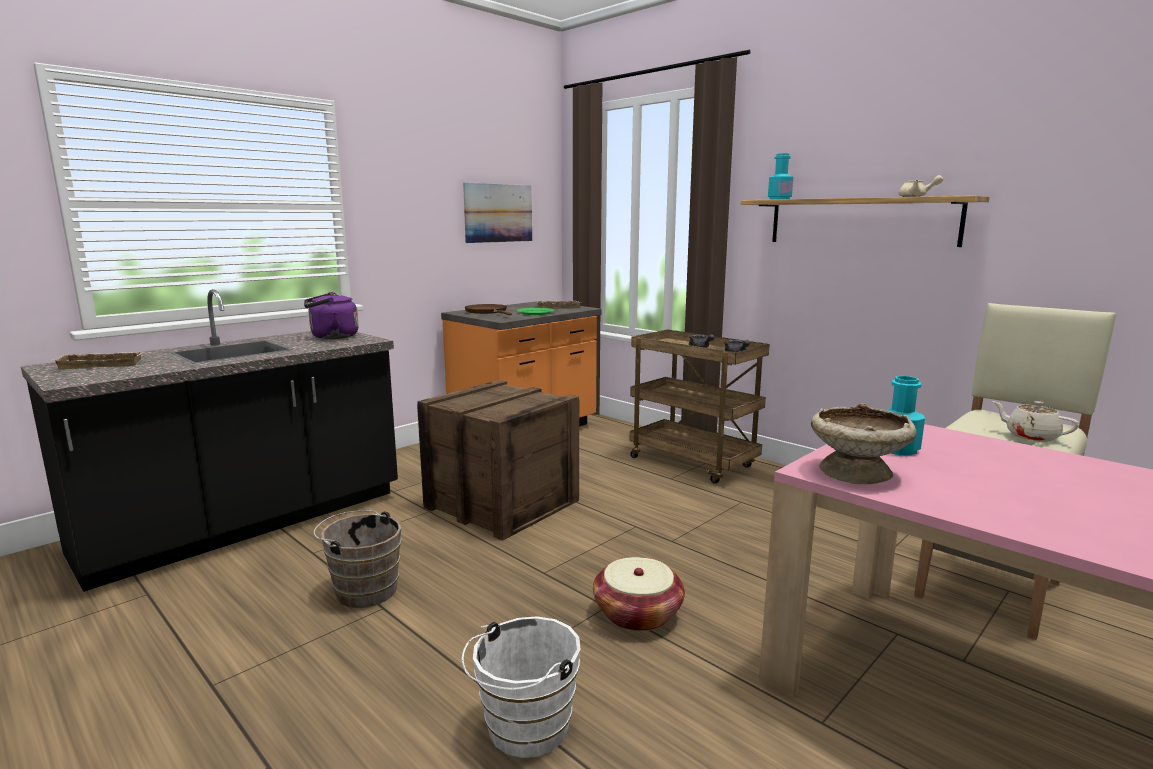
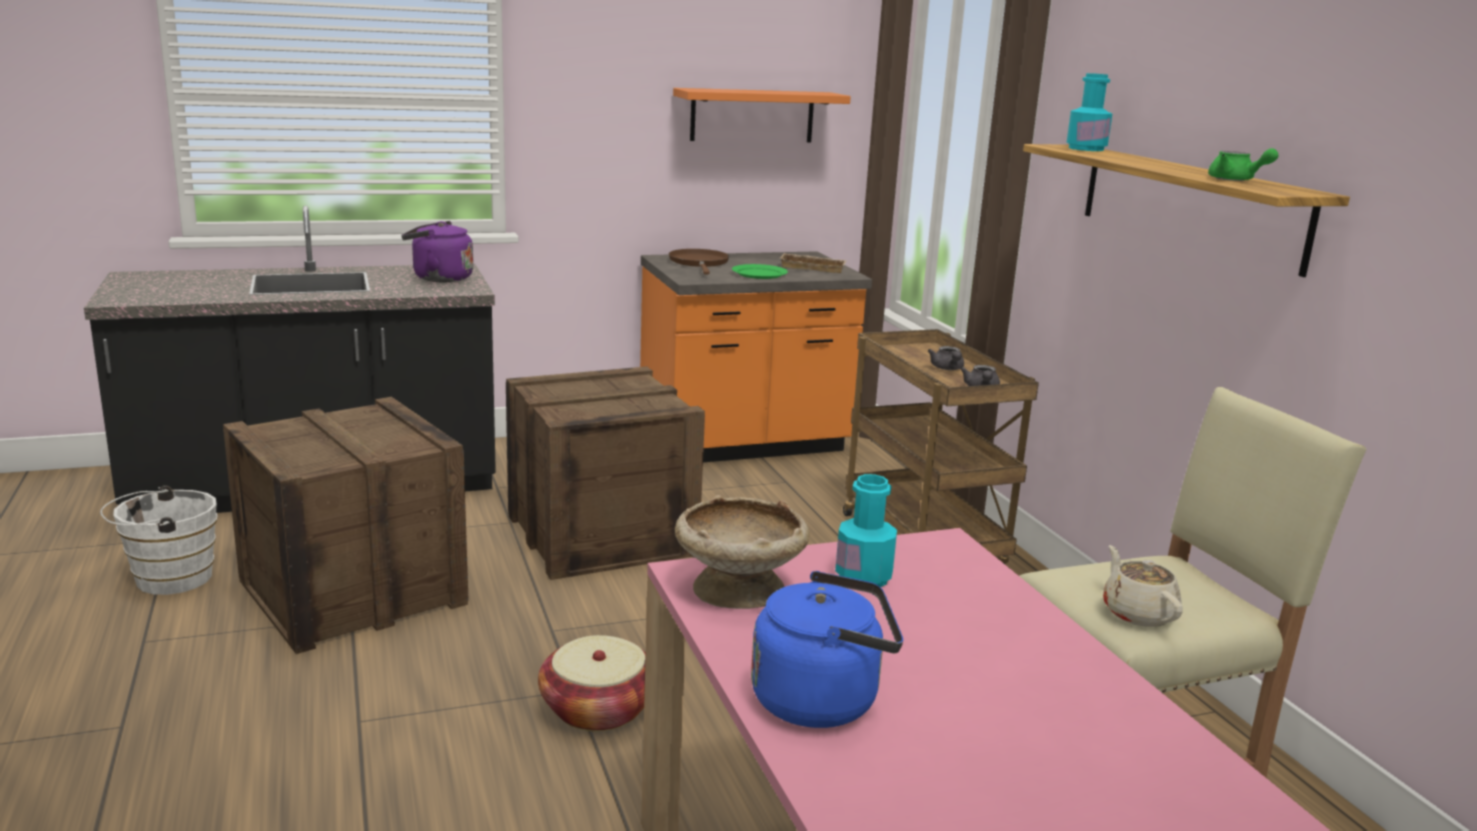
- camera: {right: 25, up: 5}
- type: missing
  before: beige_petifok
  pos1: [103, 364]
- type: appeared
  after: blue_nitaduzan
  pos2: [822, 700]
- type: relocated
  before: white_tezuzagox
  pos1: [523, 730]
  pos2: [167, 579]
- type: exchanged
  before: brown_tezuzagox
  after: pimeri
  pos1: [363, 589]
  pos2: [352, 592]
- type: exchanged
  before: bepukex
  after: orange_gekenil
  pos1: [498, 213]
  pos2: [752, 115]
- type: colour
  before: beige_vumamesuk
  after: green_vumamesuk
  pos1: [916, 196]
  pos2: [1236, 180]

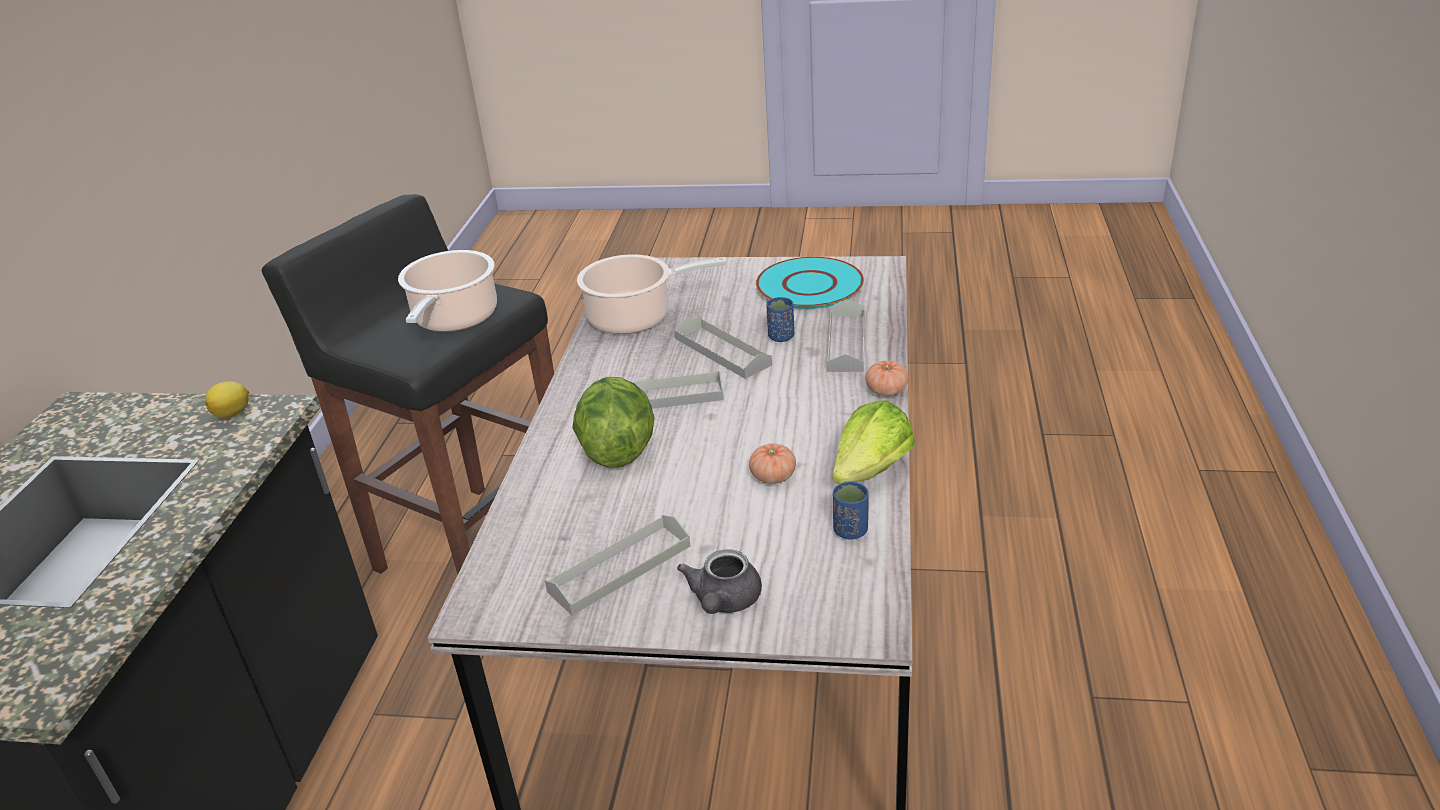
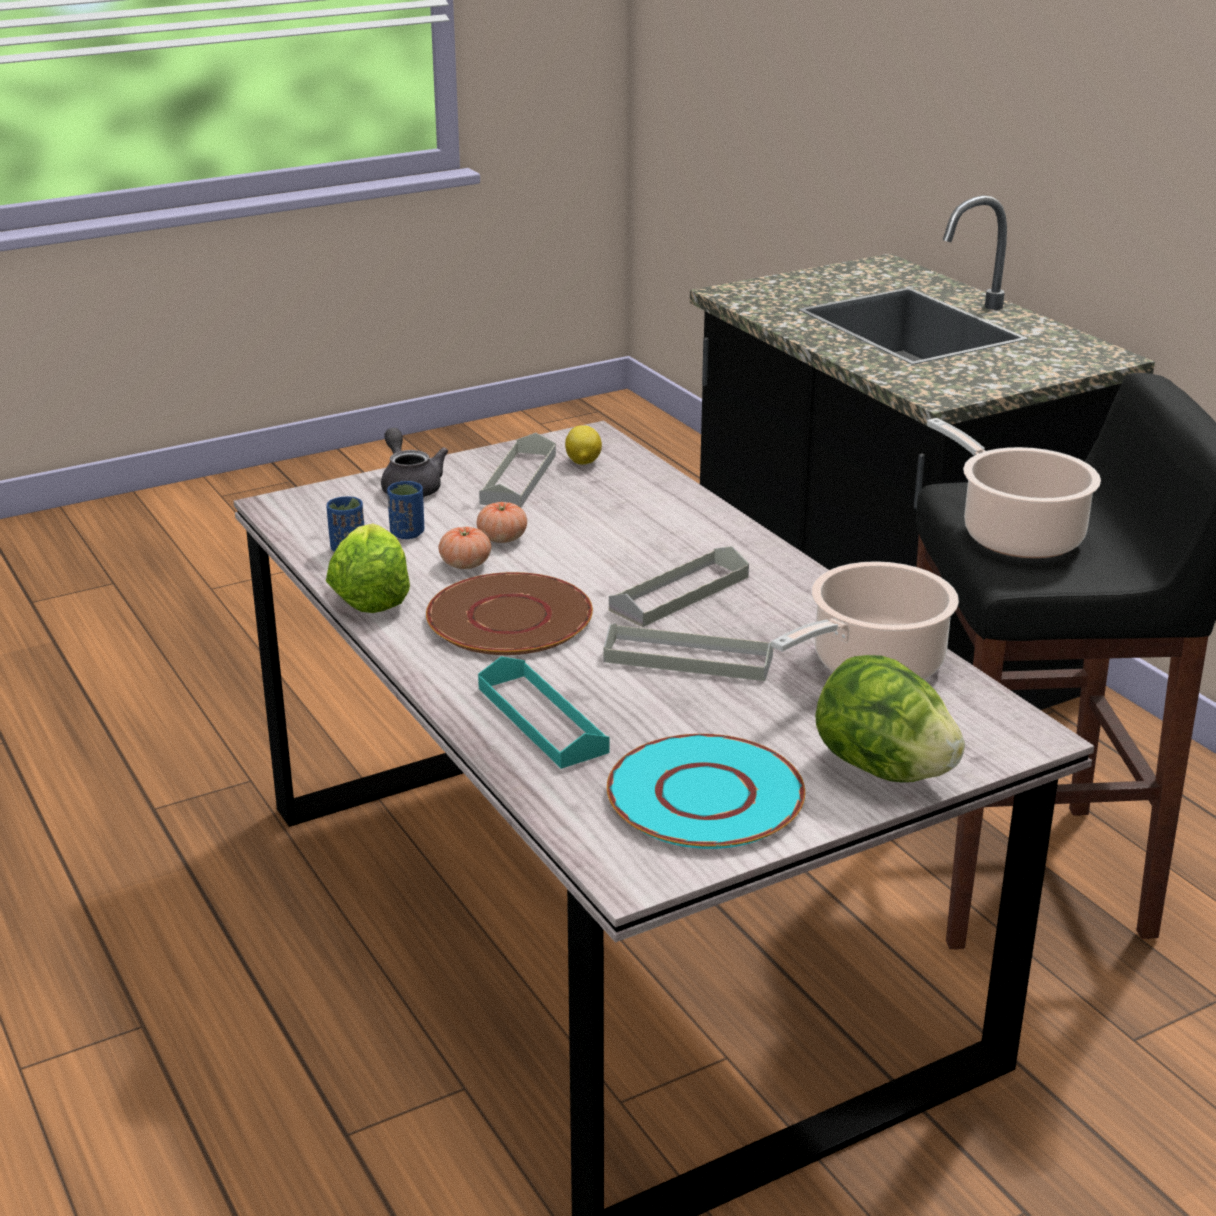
- camera: {right: 140, up: -5}
- type: appeared
  after: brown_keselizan
  pos2: [510, 617]
- type: relocated
  before: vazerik
  pos1: [233, 413]
  pos2: [582, 462]
- type: relocated
  before: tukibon
  pos1: [617, 450]
  pos2: [883, 769]
- type: relocated
  before: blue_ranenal
  pos1: [781, 337]
  pos2: [407, 533]
- type: relocated
  before: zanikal
  pos1: [886, 391]
  pos2: [502, 538]
- type: colour
  before: grey_petifok
  after: turquoise_petifok
  pos1: [846, 342]
  pos2: [542, 719]

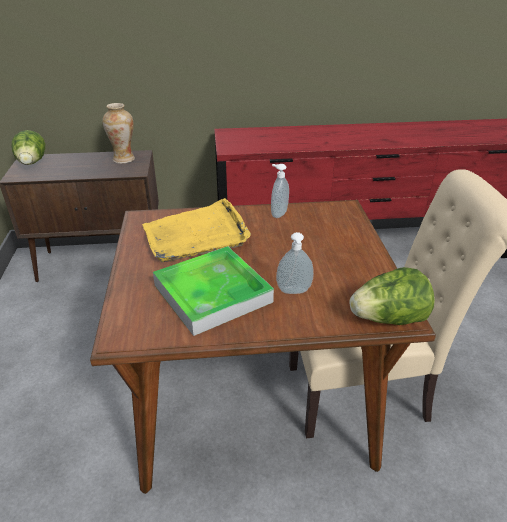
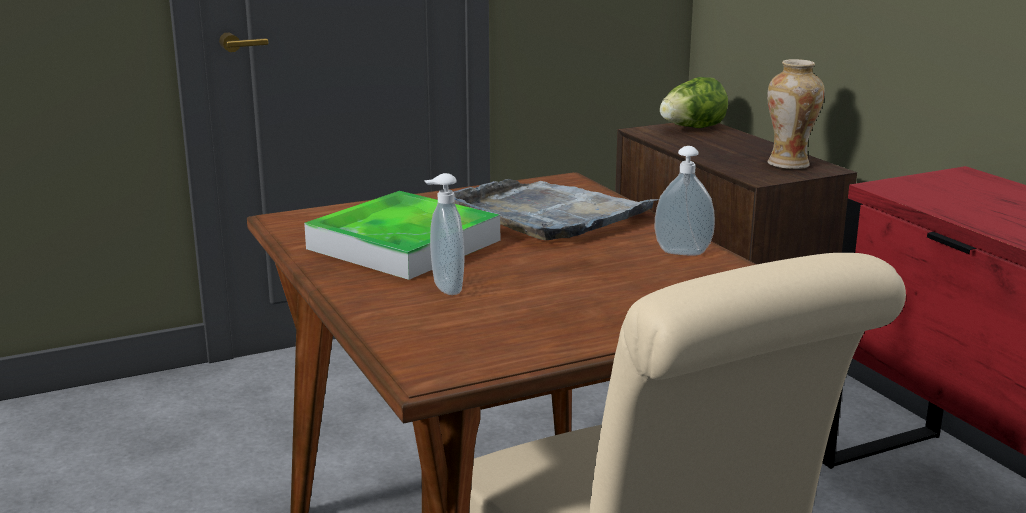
- camera: {right: 70, up: -15}
- type: missing
  before: tukibon
  pos1: [388, 319]
- type: colour
  before: yellow_petifok
  after: grey_petifok
  pos1: [196, 235]
  pos2: [549, 214]

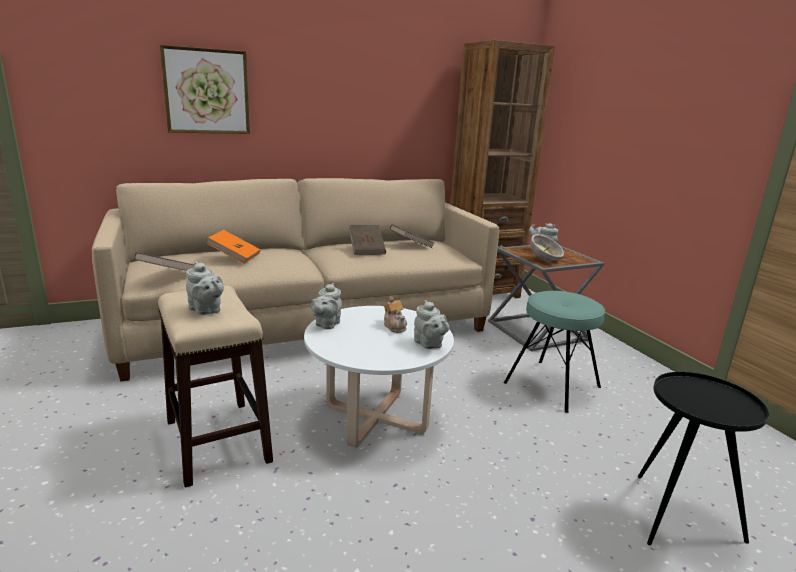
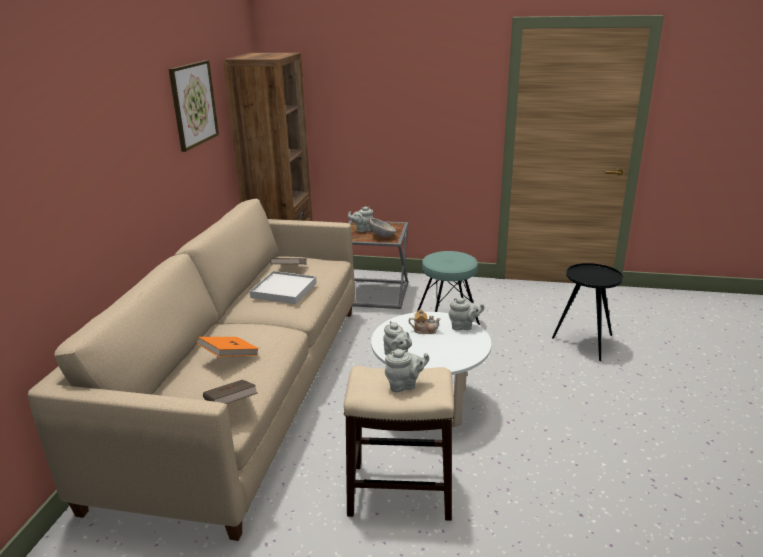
- camera: {right: -55, up: 5}
- type: relocated
  before: bepukex
  pos1: [206, 91]
  pos2: [193, 104]
- type: exchanged
  before: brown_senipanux
  after: white_petifok
  pos1: [366, 249]
  pos2: [284, 290]

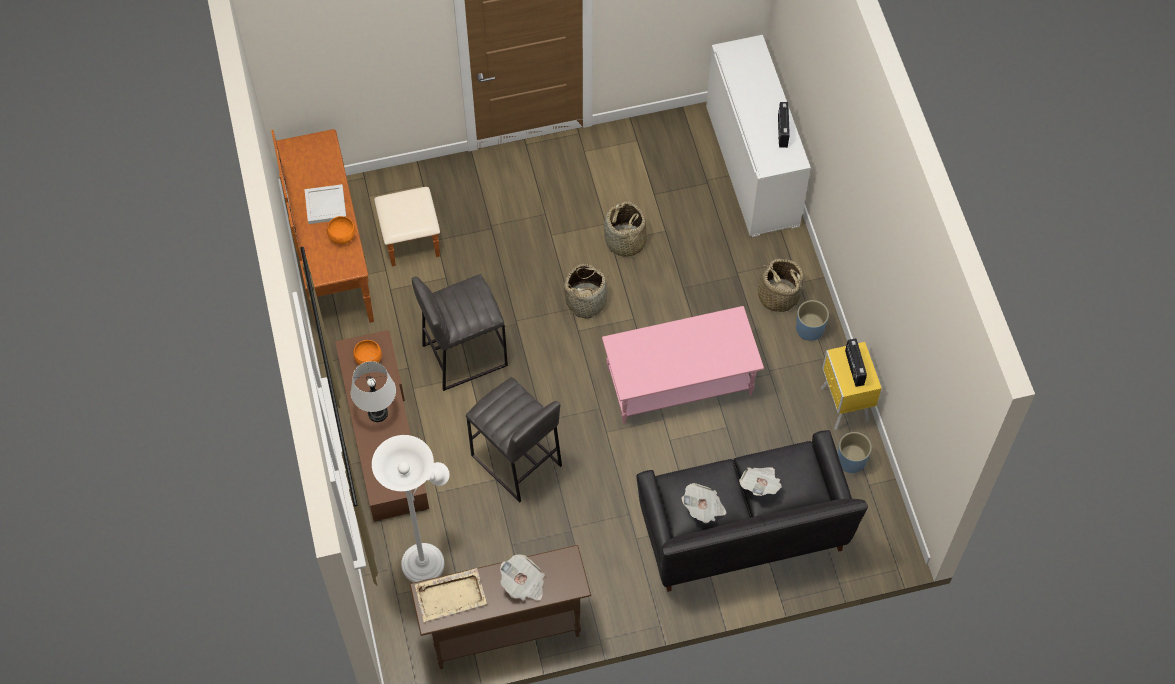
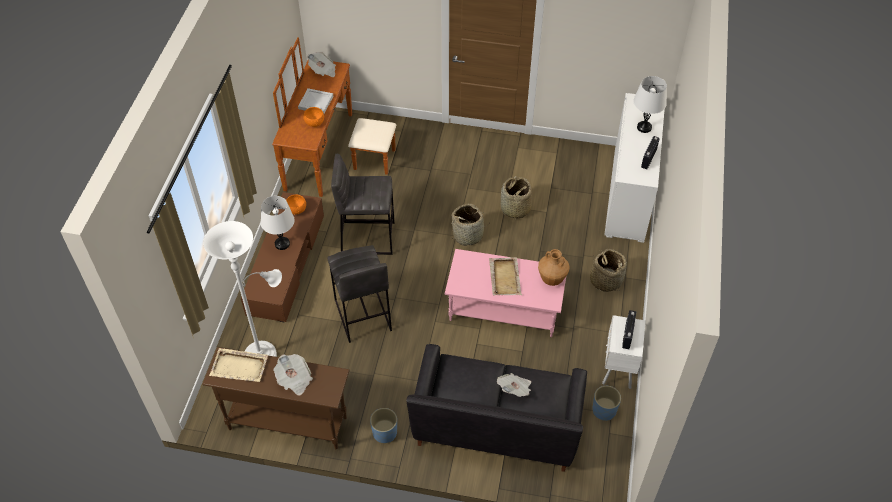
- camera: {right: 25, up: -10}
- type: appeared
  after: beige_petifok
  pos2: [505, 277]
- type: appeared
  after: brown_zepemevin
  pos2: [552, 279]
- type: appeared
  after: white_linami
  pos2: [644, 127]
- type: relocated
  before: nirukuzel
  pos1: [703, 508]
  pos2: [323, 71]
- type: relocated
  before: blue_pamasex
  pos1: [809, 329]
  pos2: [384, 433]
- type: colour
  before: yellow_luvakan
  after: white_luvakan
  pos1: [844, 406]
  pos2: [617, 371]

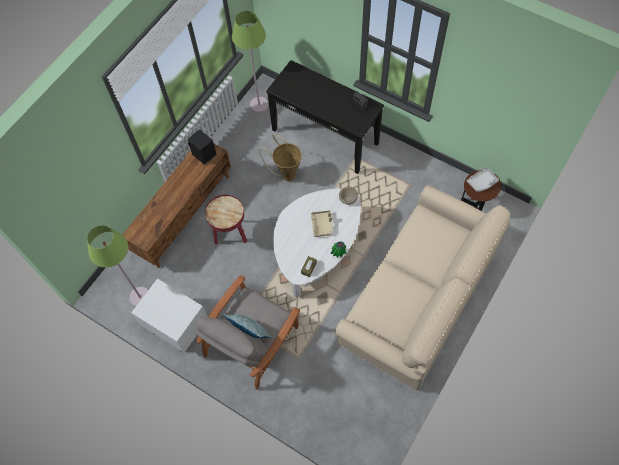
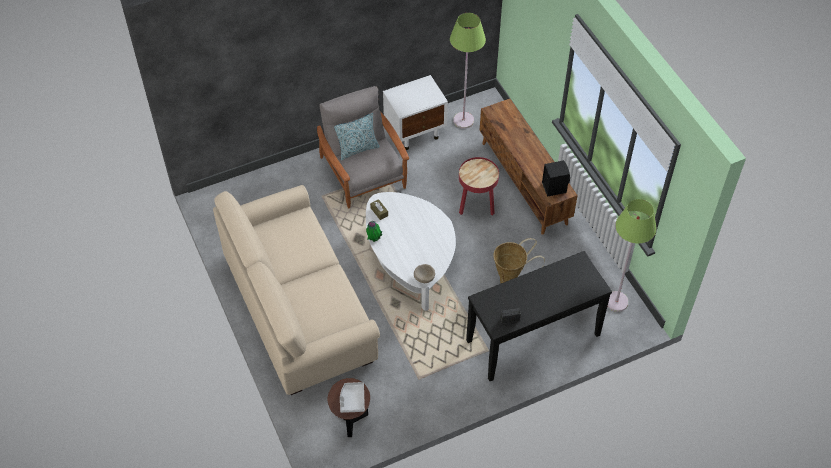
- camera: {right: 120, up: -10}
- type: missing
  before: beige_petifok
  pos1: [322, 225]

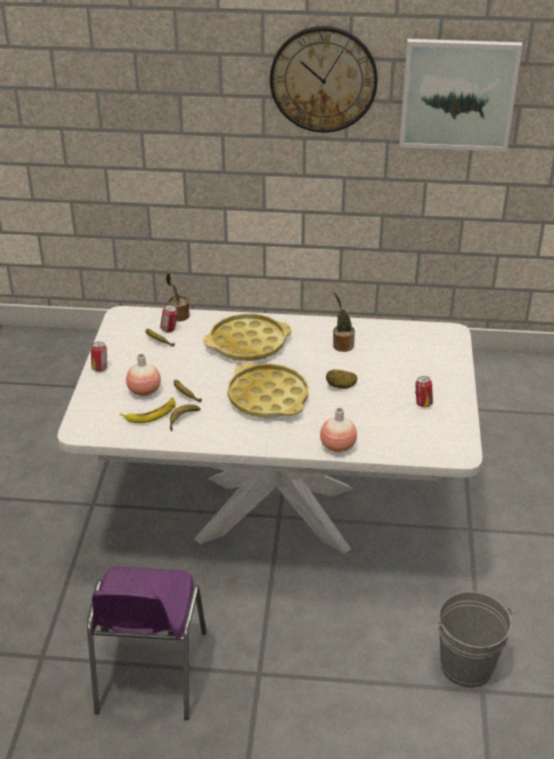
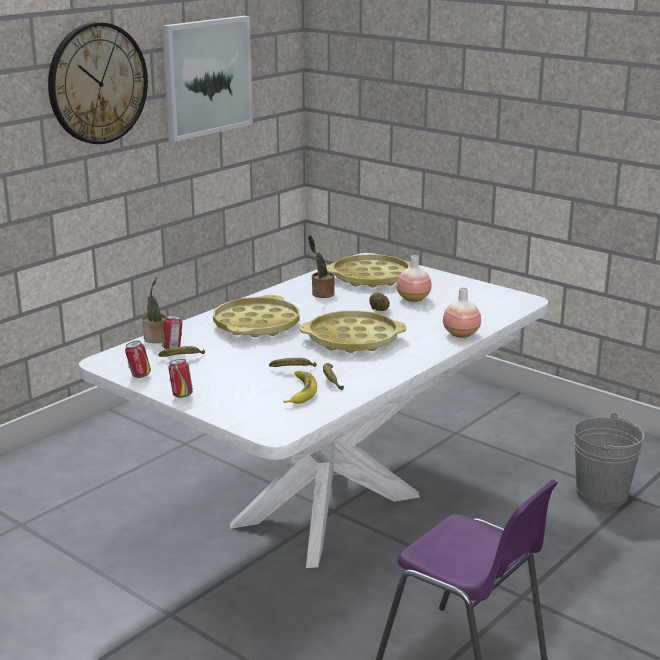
- camera: {right: -55, up: -15}
- type: appeared
  after: yellow_petifok
  pos2: [371, 278]
- type: relocated
  before: zepemevin
  pos1: [144, 391]
  pos2: [413, 299]
- type: relocated
  before: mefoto
  pos1: [422, 404]
  pos2: [139, 376]

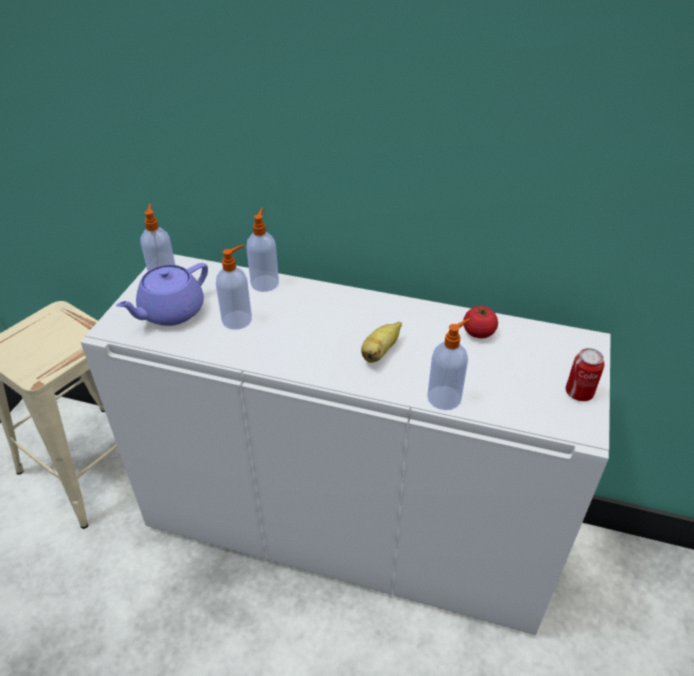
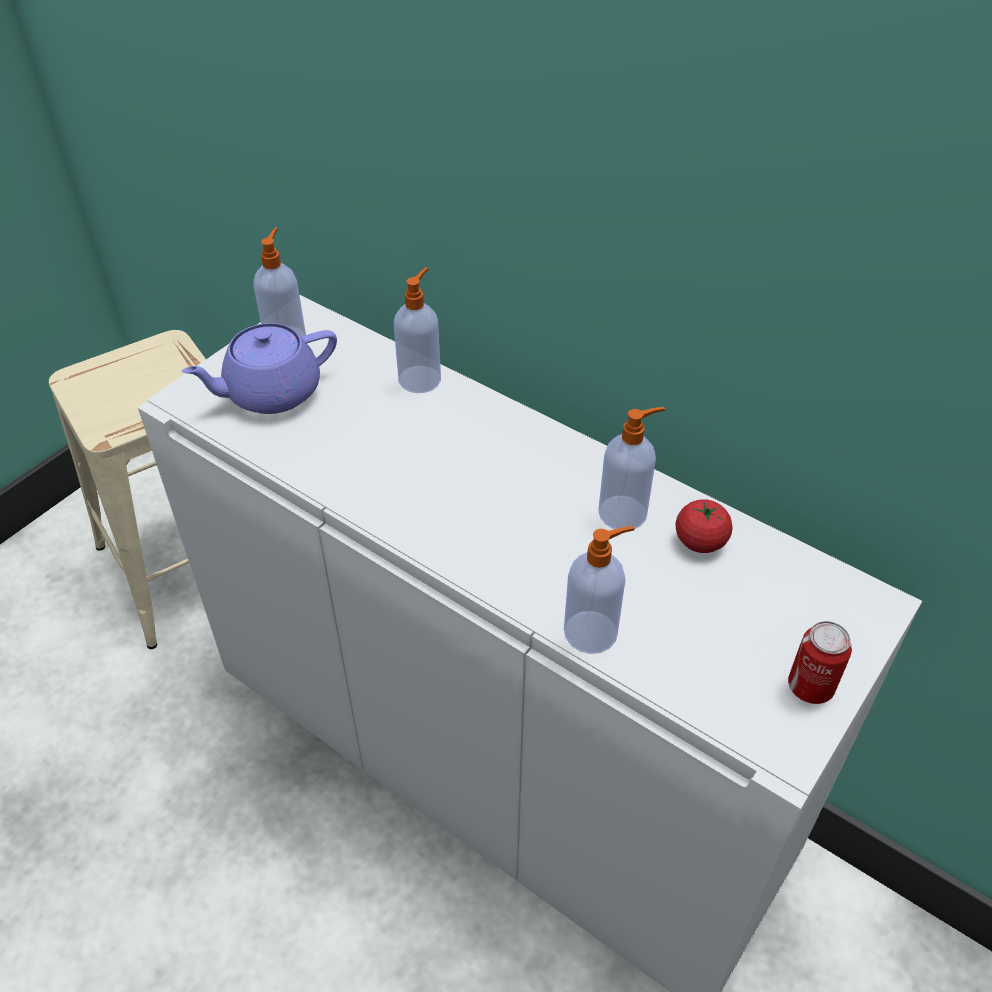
- camera: {right: 20, up: 5}
- type: missing
  before: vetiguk
  pos1: [380, 352]
- type: relocated
  before: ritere
  pos1: [238, 319]
  pos2: [624, 513]

